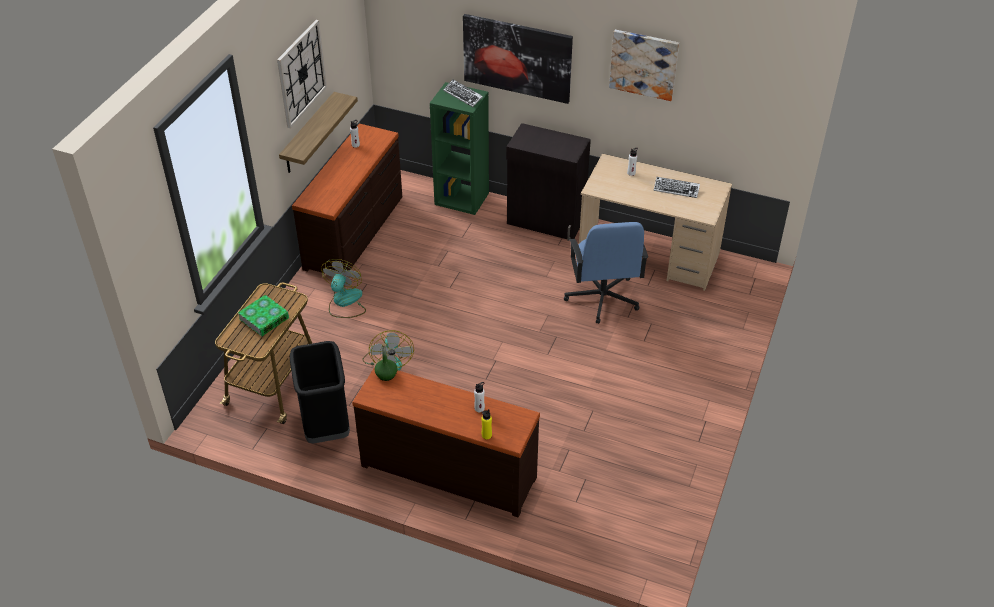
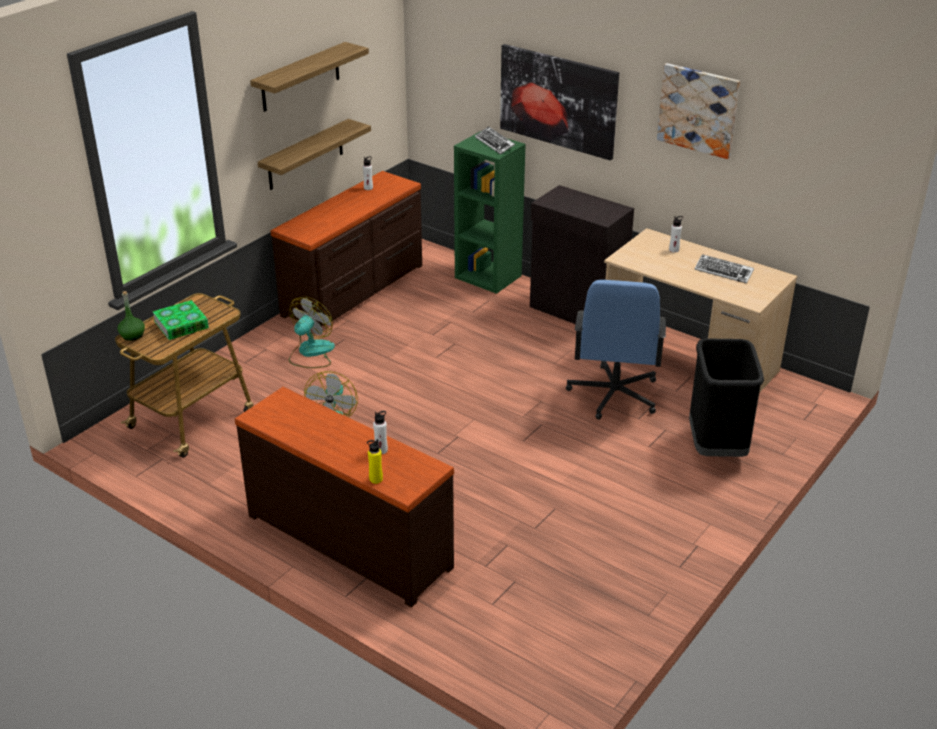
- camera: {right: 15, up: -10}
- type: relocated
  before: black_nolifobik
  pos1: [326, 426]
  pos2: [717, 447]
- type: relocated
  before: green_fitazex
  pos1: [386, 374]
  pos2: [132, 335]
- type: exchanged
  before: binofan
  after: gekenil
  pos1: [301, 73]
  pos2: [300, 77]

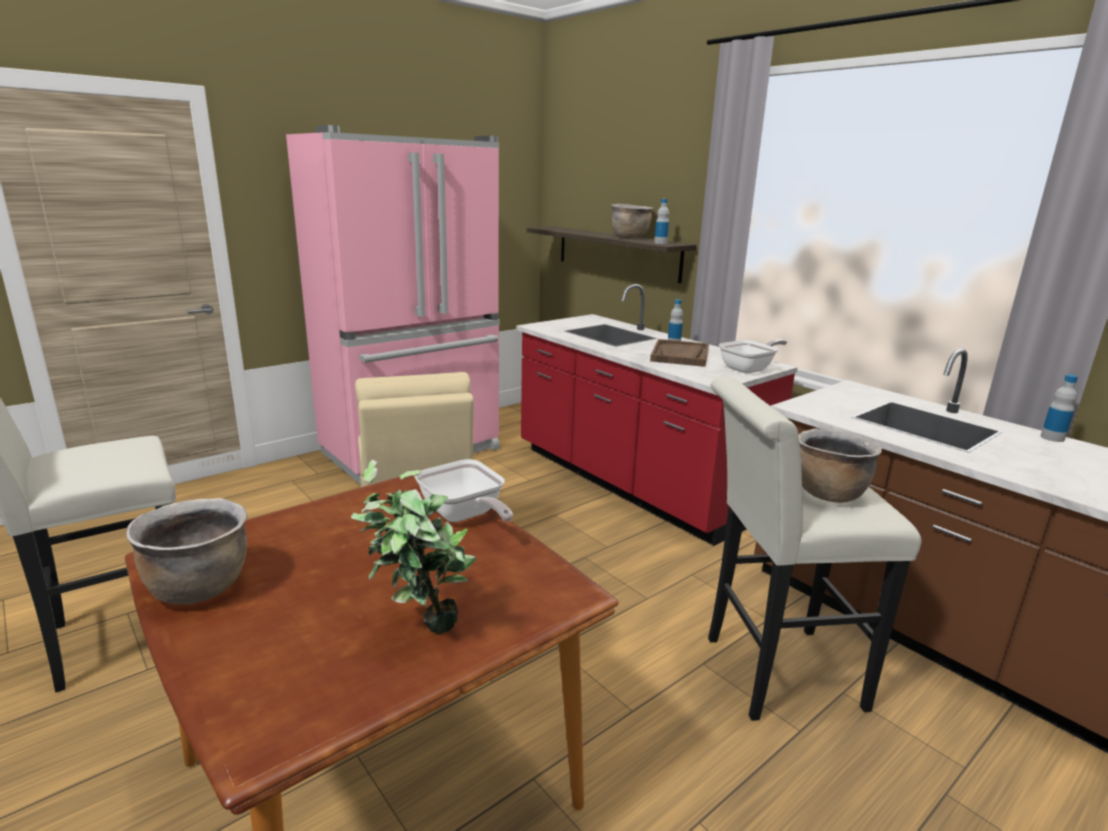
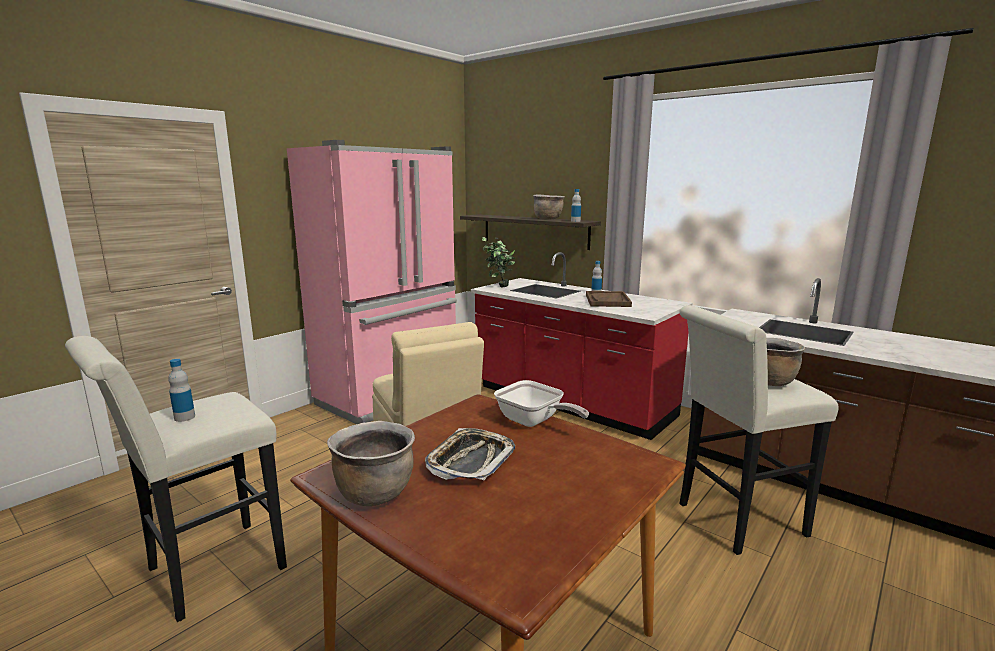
- camera: {right: -10, up: -5}
- type: missing
  before: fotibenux
  pos1: [750, 369]
- type: appeared
  after: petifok
  pos2: [470, 460]
- type: relocated
  before: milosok
  pos1: [419, 631]
  pos2: [498, 287]
- type: relocated
  before: fitazex
  pos1: [1052, 438]
  pos2: [184, 417]

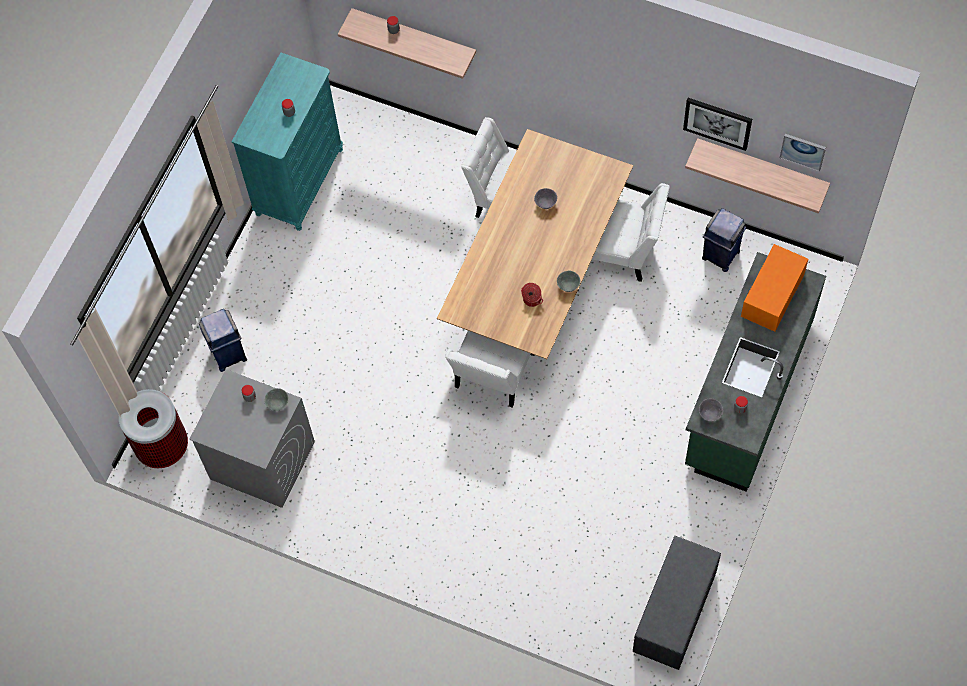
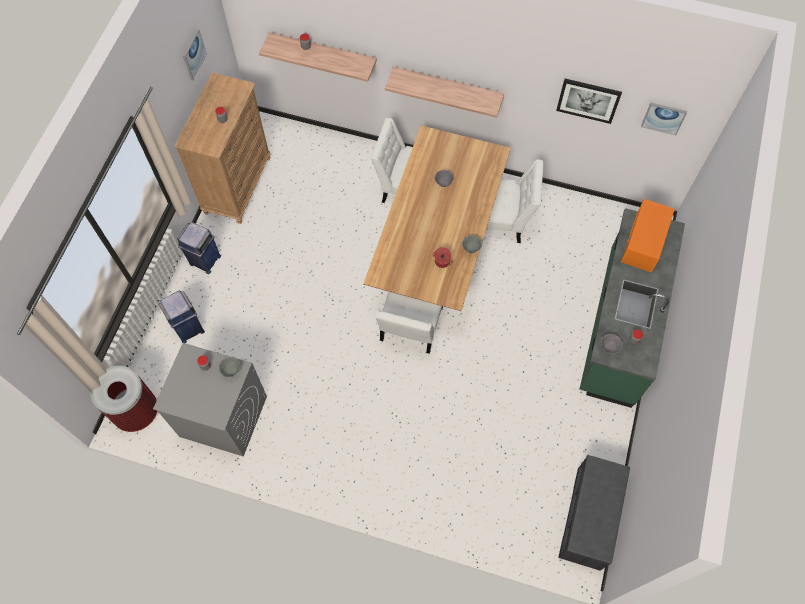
- camera: {right: -10, up: 0}
- type: appeared
  after: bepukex
  pos2: [194, 54]
- type: relocated
  before: gekenil
  pos1: [762, 167]
  pos2: [447, 87]
- type: relocated
  before: blue_nolifobik
  pos1: [720, 255]
  pos2: [205, 261]
- type: colour
  before: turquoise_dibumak
  after: brown_dibumak
  pos1: [299, 182]
  pos2: [237, 185]

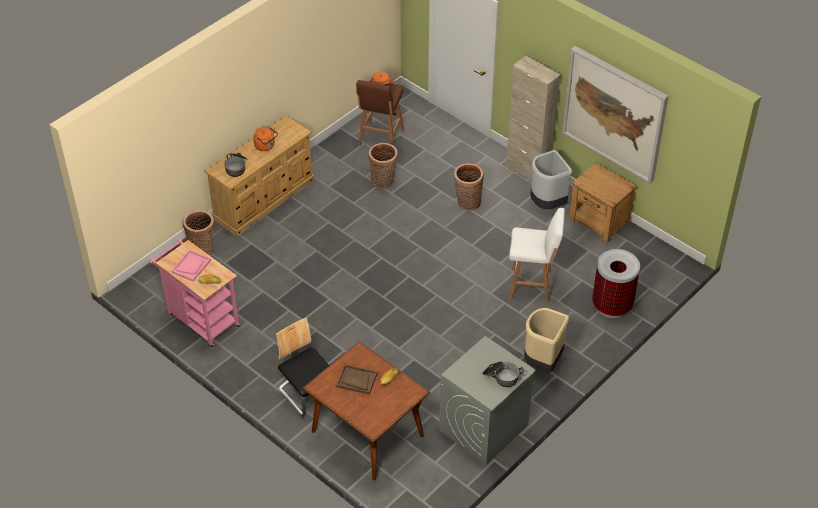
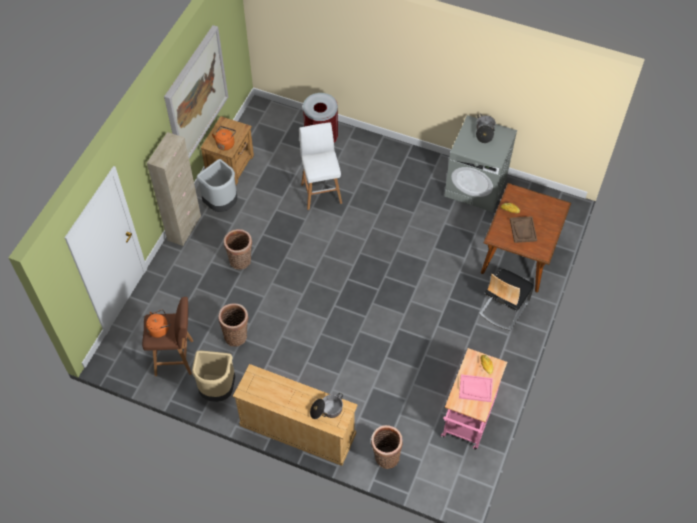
- camera: {right: -110, up: 10}
- type: relocated
  before: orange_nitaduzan
  pos1: [266, 146]
  pos2: [225, 143]
- type: relocated
  before: beige_nolifobik
  pos1: [542, 362]
  pos2: [217, 390]

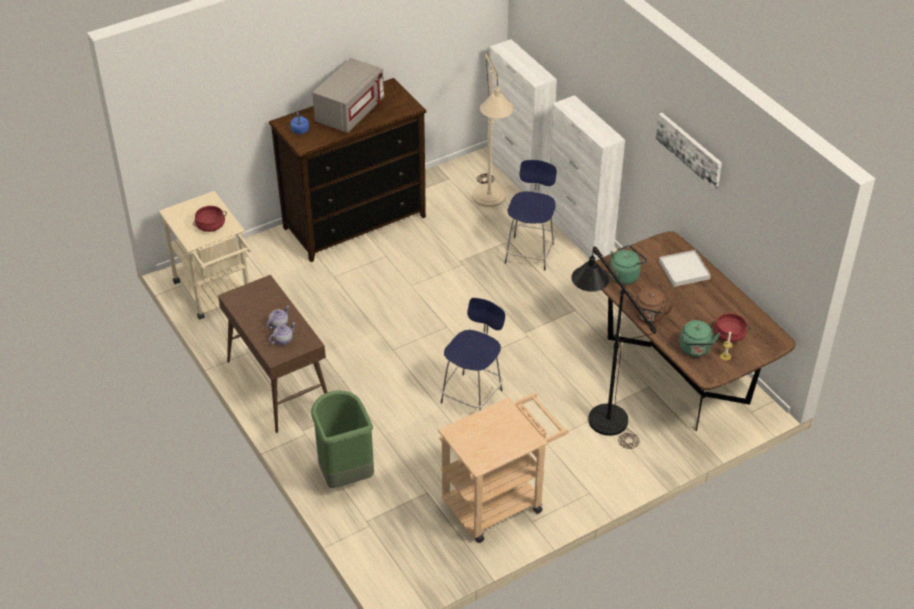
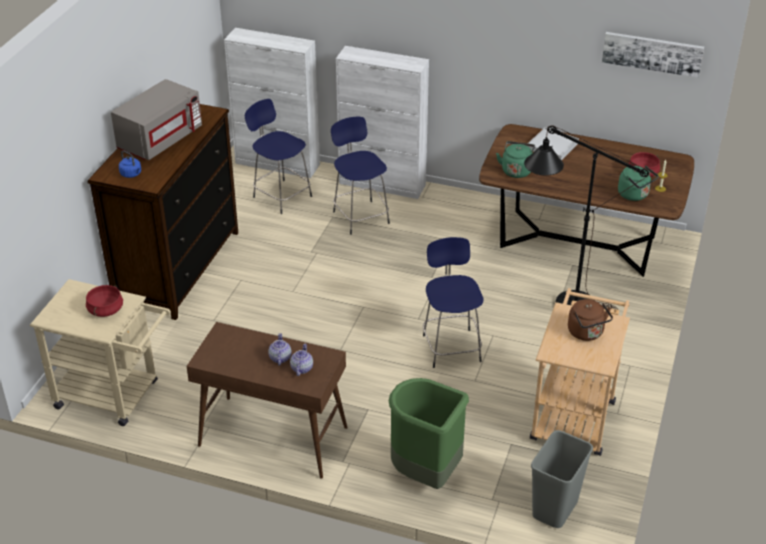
- camera: {right: -40, up: -5}
- type: appeared
  after: grey_nolifobik
  pos2: [554, 508]
- type: relocated
  before: brown_nitaduzan
  pos1: [649, 317]
  pos2: [587, 333]
- type: relocated
  before: bepukex
  pos1: [689, 149]
  pos2: [652, 53]
- type: exchanged
  before: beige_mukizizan
  after: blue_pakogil
  pos1: [490, 202]
  pos2: [281, 196]
- type: spun
  before: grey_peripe
  pos1: [349, 112]
  pos2: [160, 139]
  turn: 45

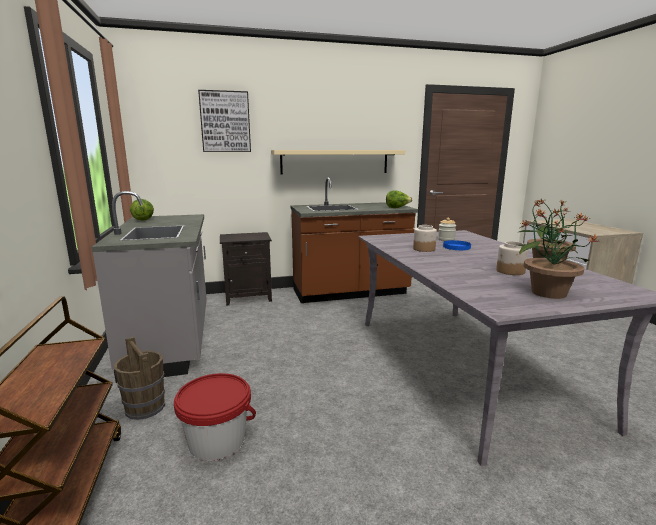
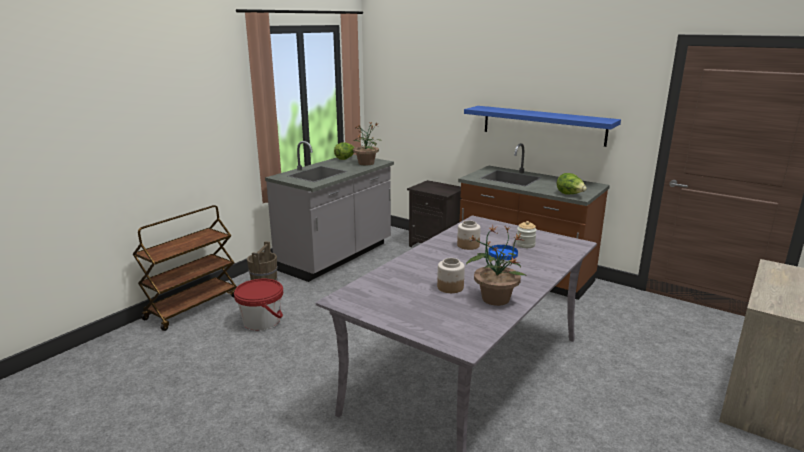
- camera: {right: 50, up: 5}
- type: missing
  before: bepukex
  pos1: [225, 122]
- type: relocated
  before: milosok
  pos1: [547, 292]
  pos2: [366, 163]
- type: colour
  before: beige_gekenil
  after: blue_gekenil
  pos1: [335, 162]
  pos2: [543, 125]

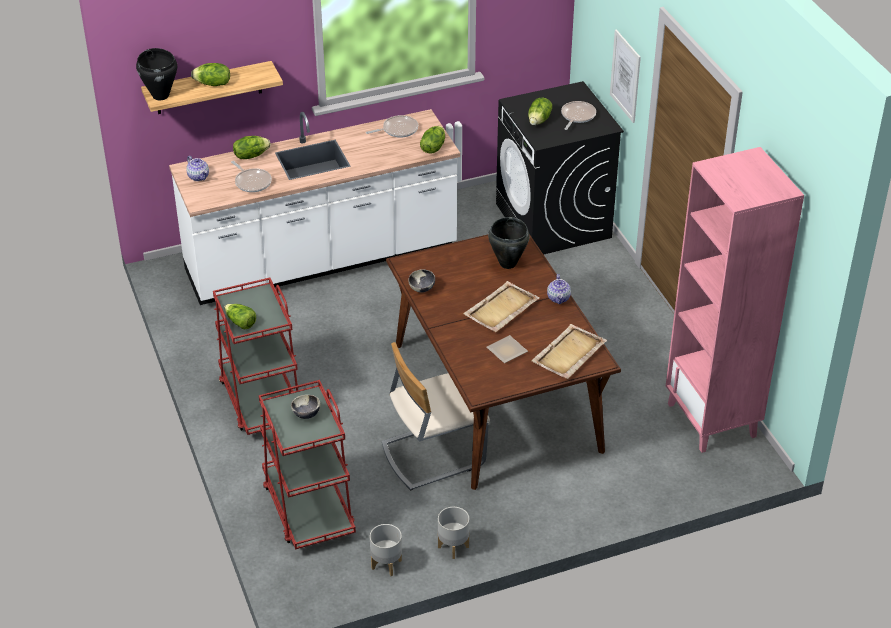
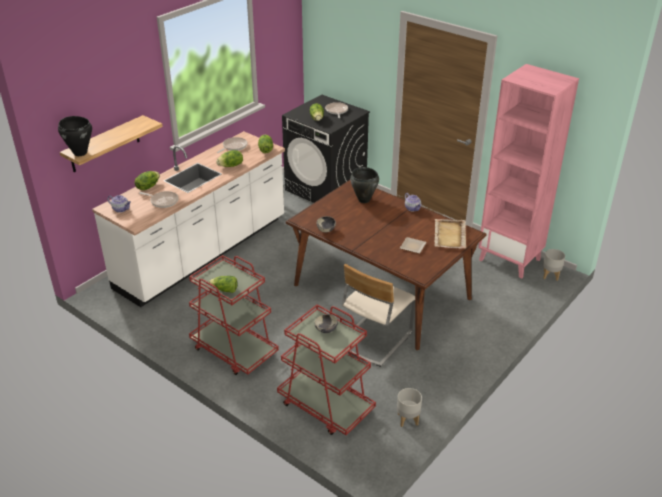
- camera: {right: -30, up: -5}
- type: missing
  before: beige_petifok
  pos1: [500, 309]
- type: missing
  before: bepukex
  pos1: [625, 76]
- type: relocated
  before: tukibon
  pos1: [213, 84]
  pos2: [231, 166]
- type: relocated
  before: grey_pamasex
  pos1: [453, 546]
  pos2: [550, 275]

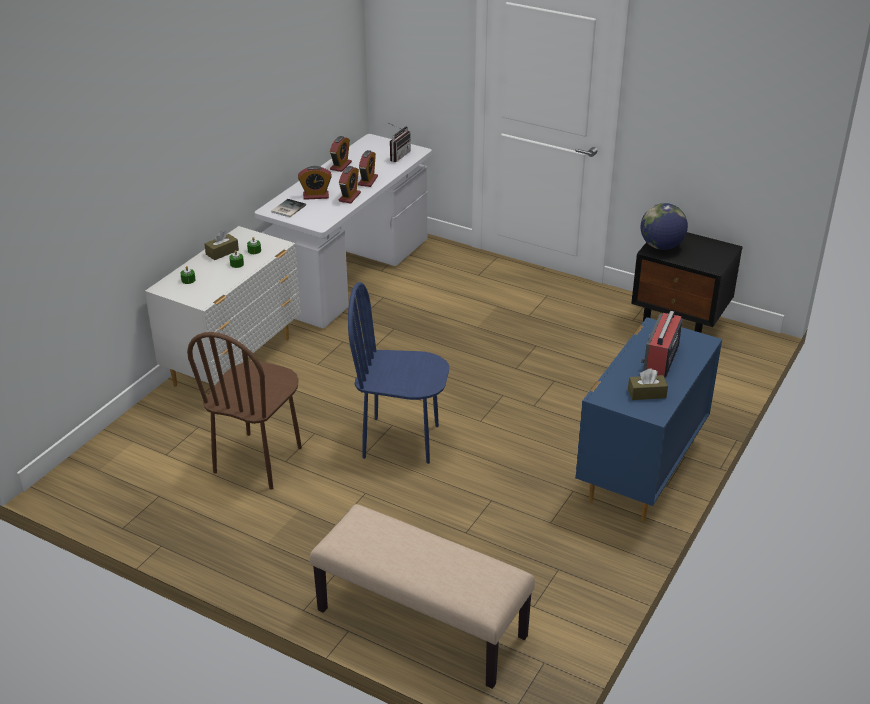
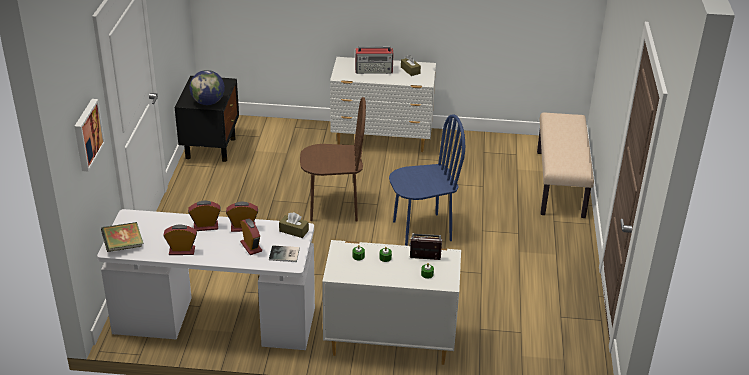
- camera: {right: -115, up: 0}
- type: appeared
  after: bepukex
  pos2: [86, 134]
- type: appeared
  after: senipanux
  pos2: [123, 246]
- type: relocated
  before: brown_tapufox
  pos1: [258, 460]
  pos2: [333, 208]
- type: relocated
  before: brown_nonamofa
  pos1: [222, 252]
  pos2: [294, 231]
- type: relocated
  before: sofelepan
  pos1: [397, 155]
  pos2: [424, 260]
- type: colour
  before: blue_dibumak
  after: white_dibumak
  pos1: [640, 471]
  pos2: [382, 140]
- type: spun
  before: blue_tapufox
  pos1: [401, 440]
  pos2: [422, 230]
  turn: -90

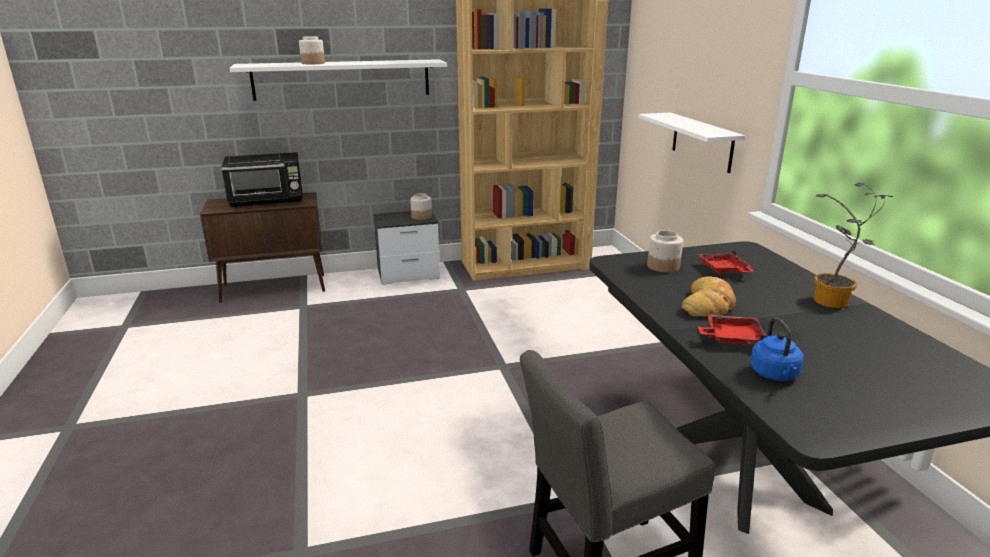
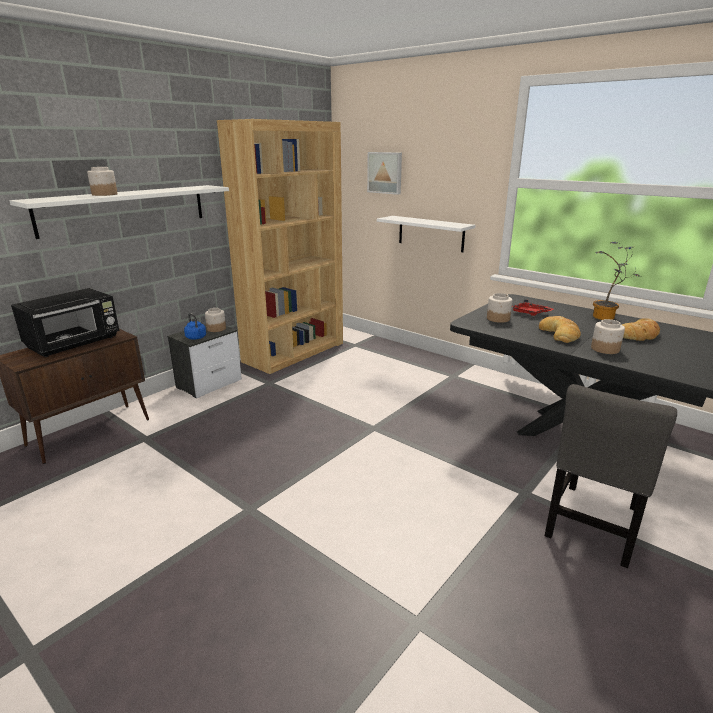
- camera: {right: -35, up: 0}
- type: appeared
  after: bepukex
  pos2: [385, 172]
- type: appeared
  after: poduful
  pos2: [638, 335]
- type: relocated
  before: blue_nitaduzan
  pos1: [775, 375]
  pos2: [196, 338]
- type: exchanged
  before: red_petifok
  after: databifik
  pos1: [731, 338]
  pos2: [604, 349]

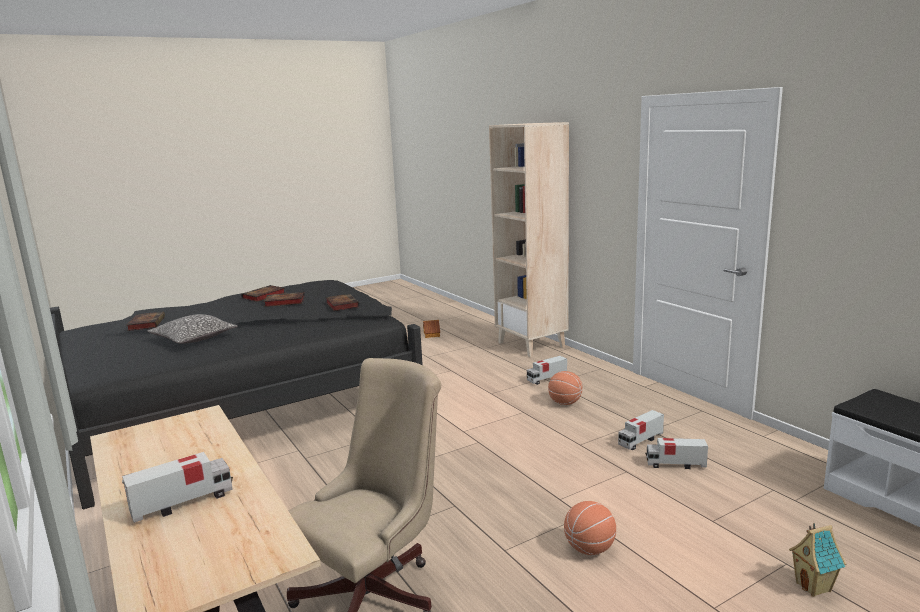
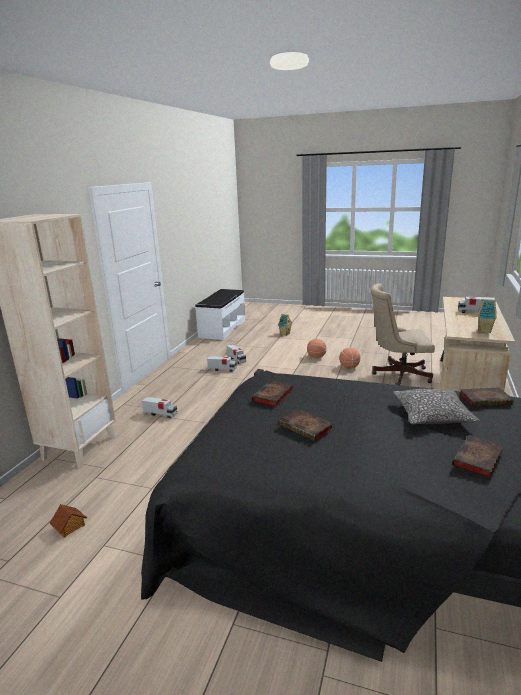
- camera: {right: -130, up: 5}
- type: appeared
  after: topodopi
  pos2: [485, 331]
- type: relocated
  before: senipanux
  pos1: [263, 296]
  pos2: [486, 400]
- type: relocated
  before: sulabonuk
  pos1: [565, 403]
  pos2: [349, 367]

